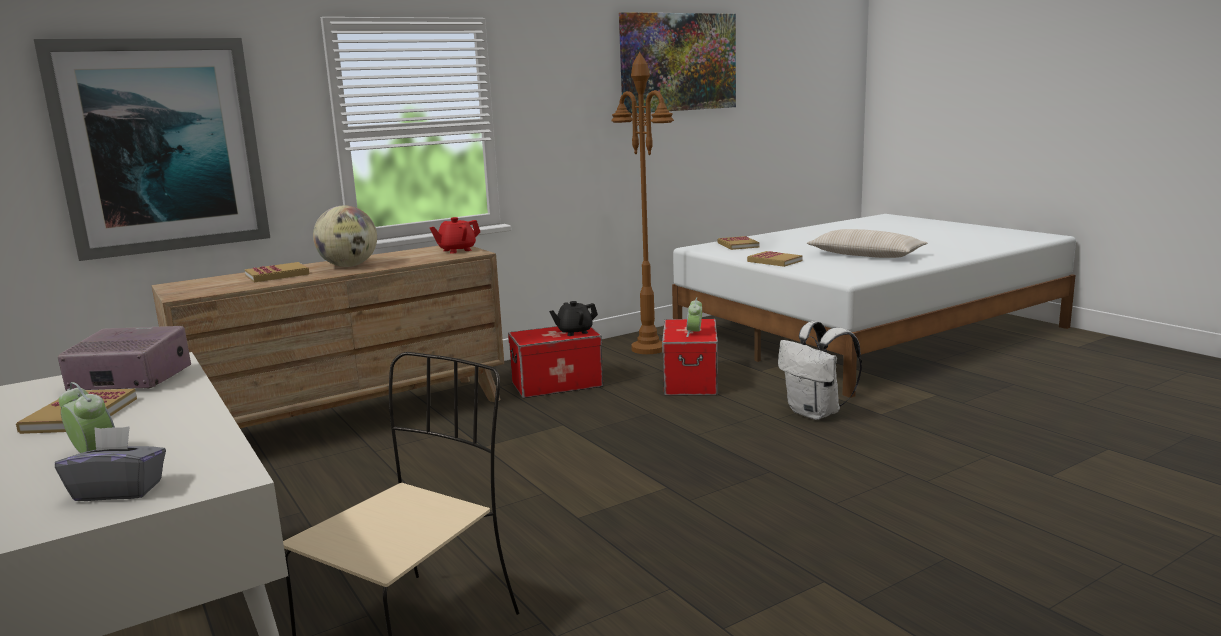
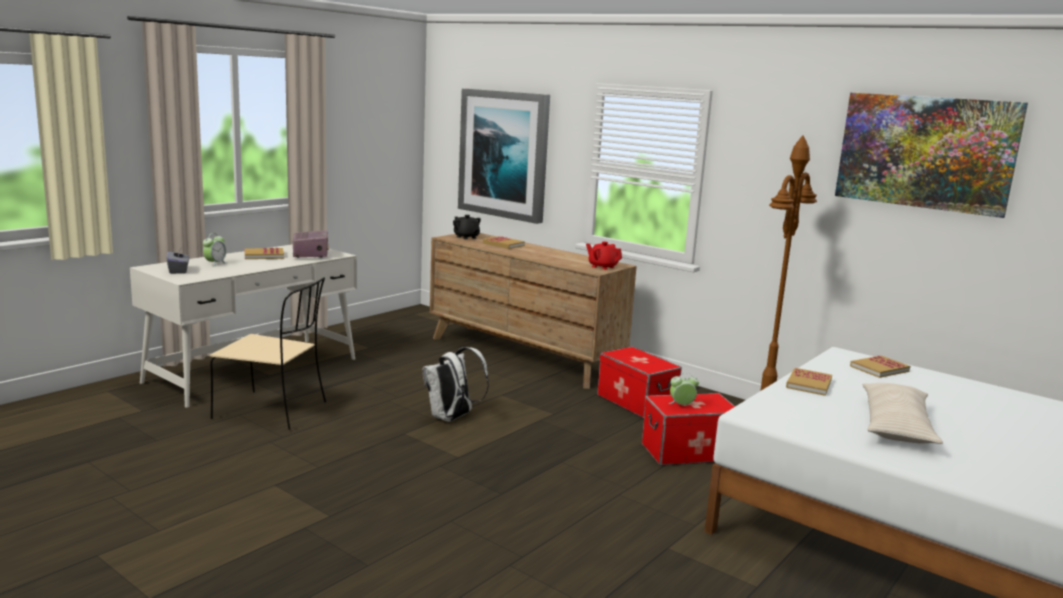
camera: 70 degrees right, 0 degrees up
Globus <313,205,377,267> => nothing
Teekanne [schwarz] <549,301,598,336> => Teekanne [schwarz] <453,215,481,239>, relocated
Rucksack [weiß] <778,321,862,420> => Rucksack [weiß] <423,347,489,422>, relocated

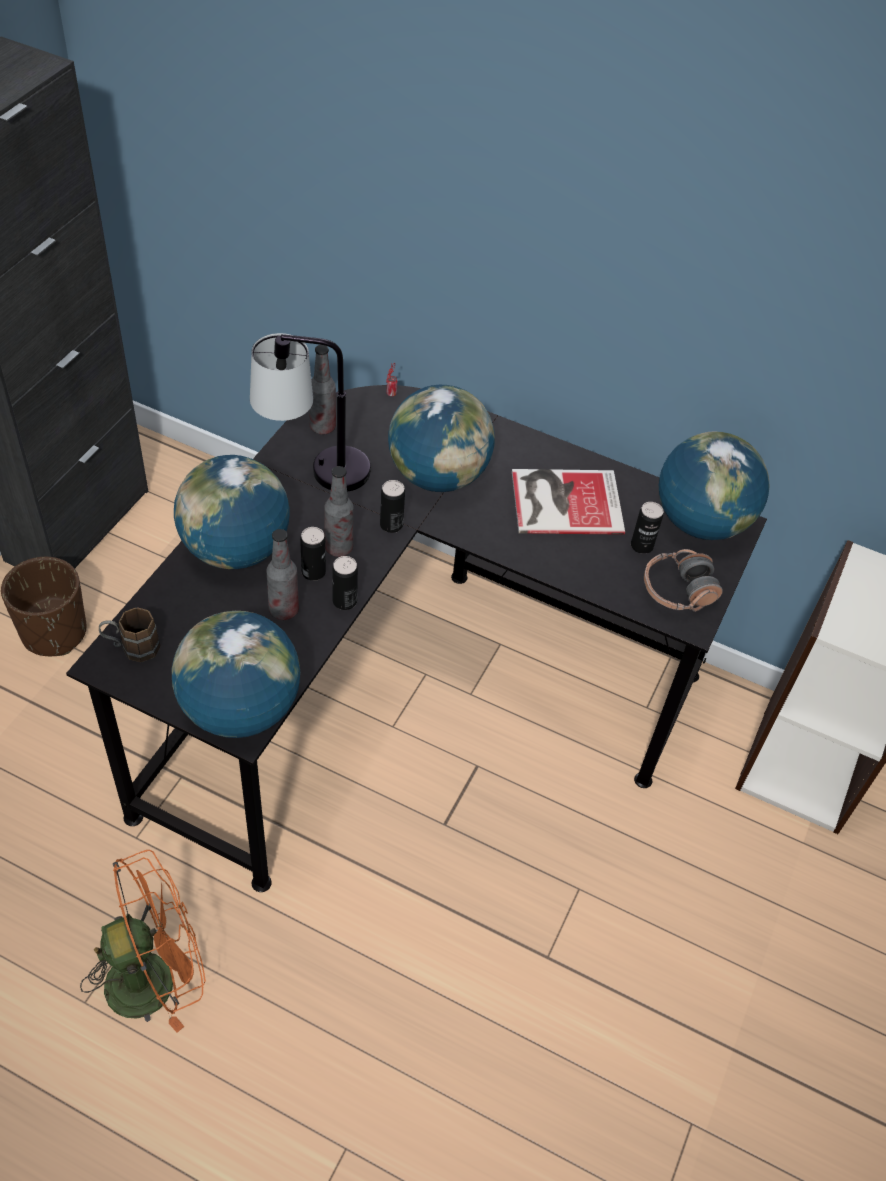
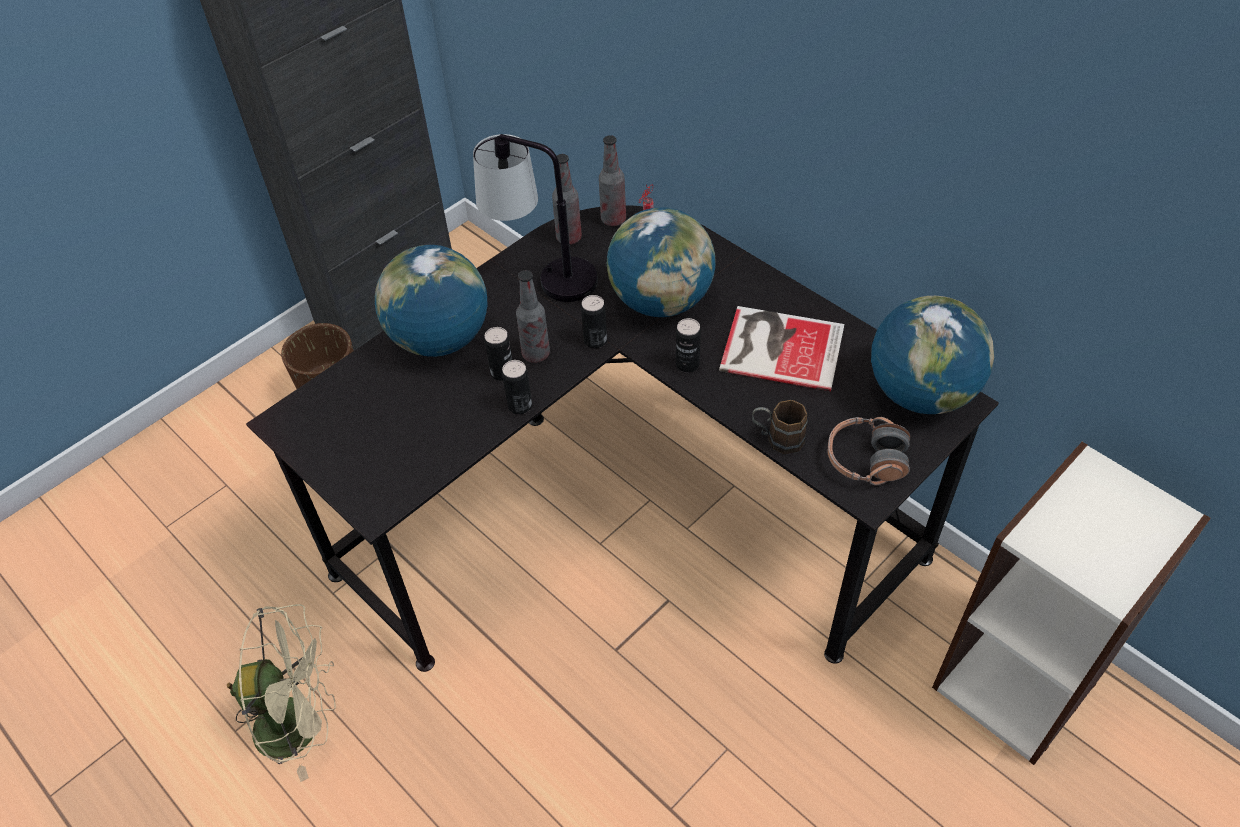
camera: 25 degrees right, 0 degrees up
Ventilator [orange] <80,850,206,1033> => Ventilator [beige] <227,604,336,782>
Henkelbecher [braun] <99,607,160,662> => Henkelbecher [braun] <752,400,808,454>, relocated
Globus <172,611,300,738> => nothing
Flasche <266,529,299,620> => Flasche <599,135,626,226>, relocated
Dose <631,502,663,554> => Dose <676,318,701,373>, relocated

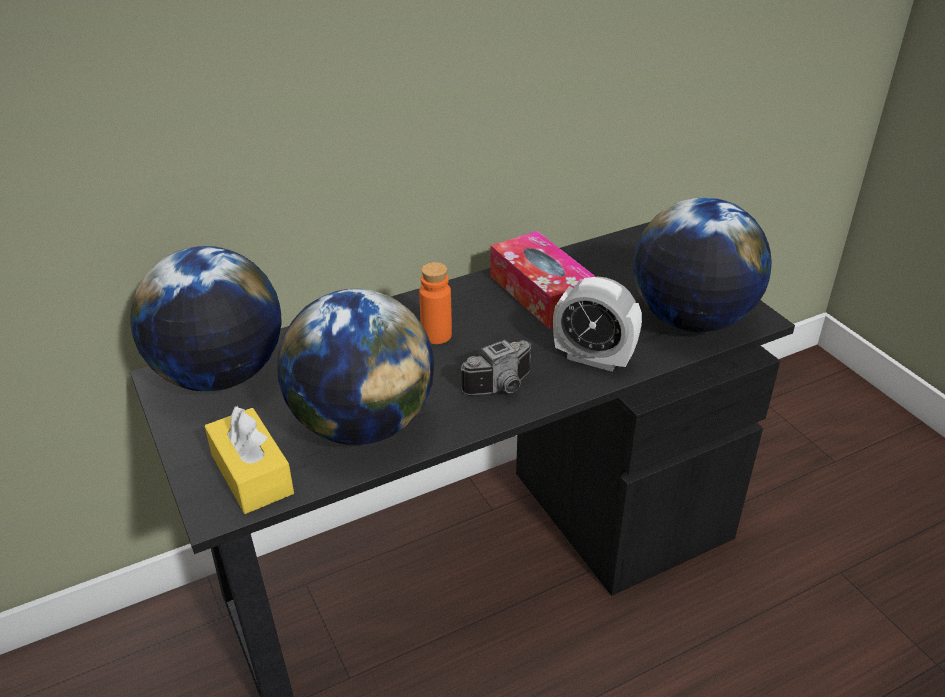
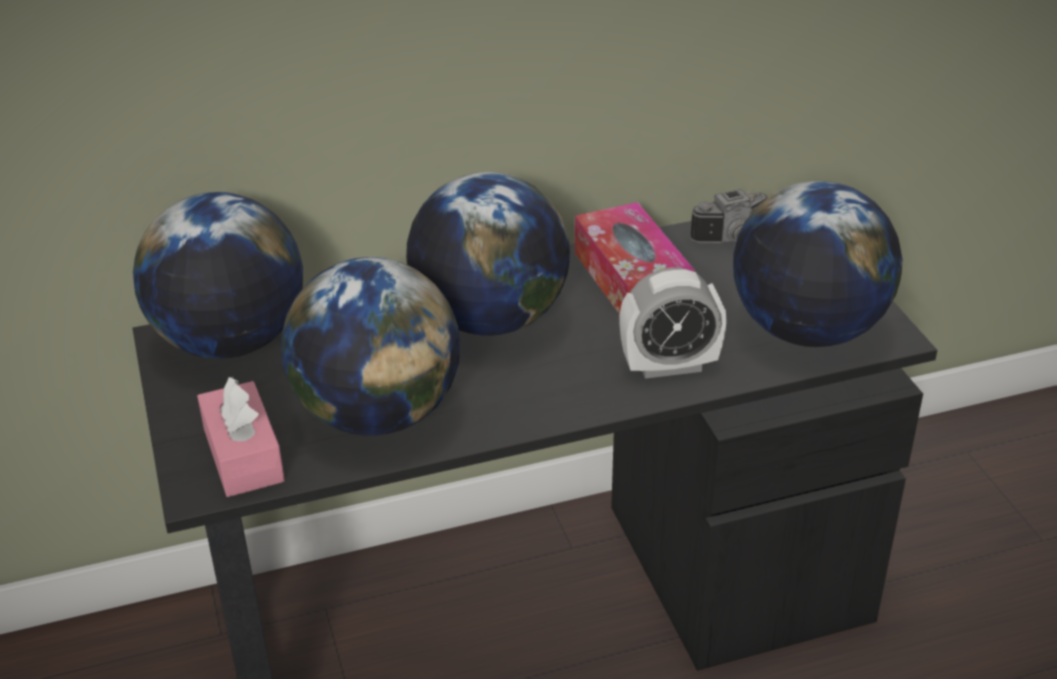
camera: 10 degrees right, 0 degrees up
Taschentuchbox [gelb] <205,406,294,514> => Taschentuchbox [rosa] <197,376,285,497>
Flasche [orange] <419,262,452,344> => Globus <406,172,570,336>
Kamera <461,340,531,395> => Kamera <690,189,768,243>, relocated
Wecker <553,277,642,372> => Wecker <620,268,727,379>, 45 degrees counterclockwise

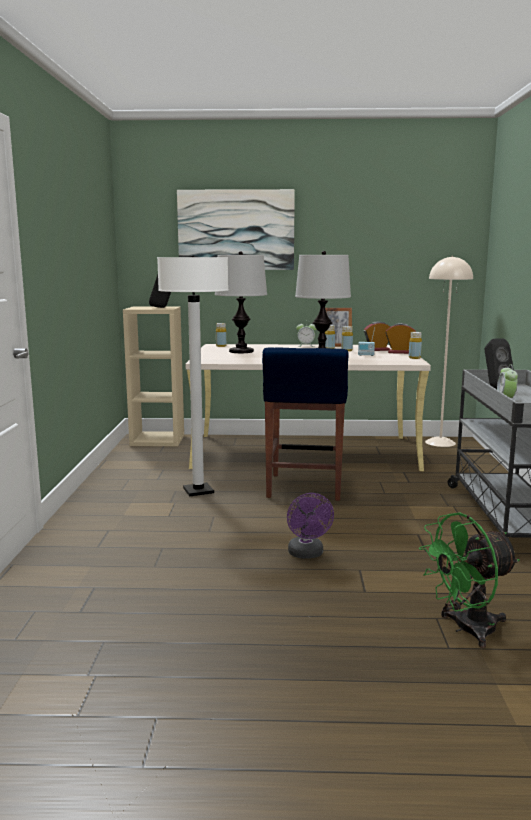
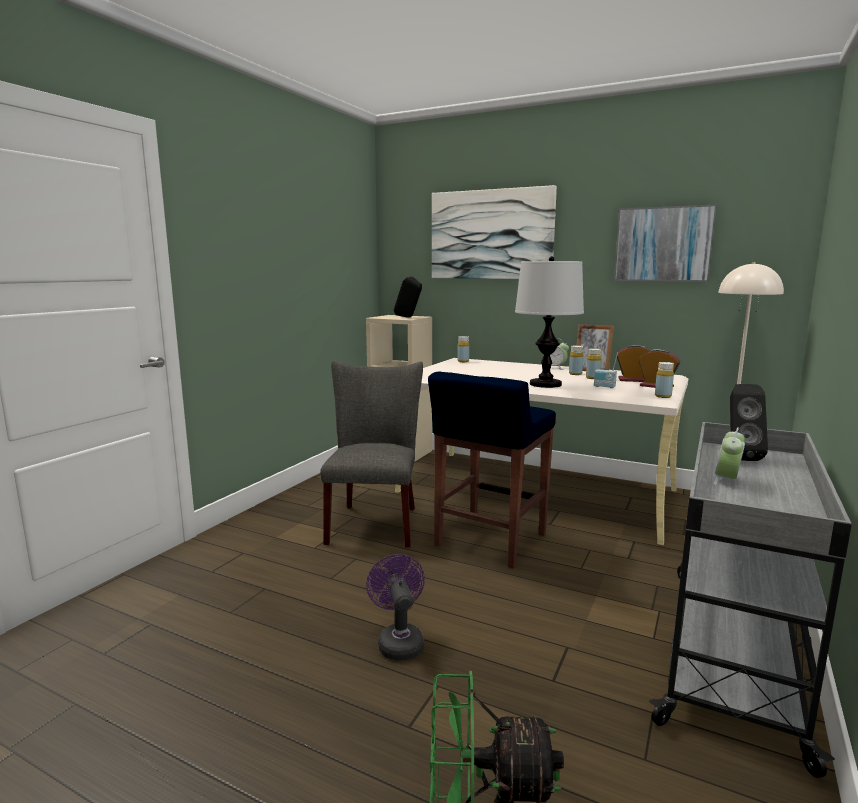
camera: 25 degrees right, 0 degrees up
Stehlampe [weiß] <157,256,229,496> => Stuhl [grau] <320,360,423,548>
Tischlampe <215,251,267,353> => nothing
Ventilator [lila] <287,493,334,559> => Ventilator [lila] <366,554,425,661>, 150 degrees clockwise
nothing => Bild <614,204,717,282>

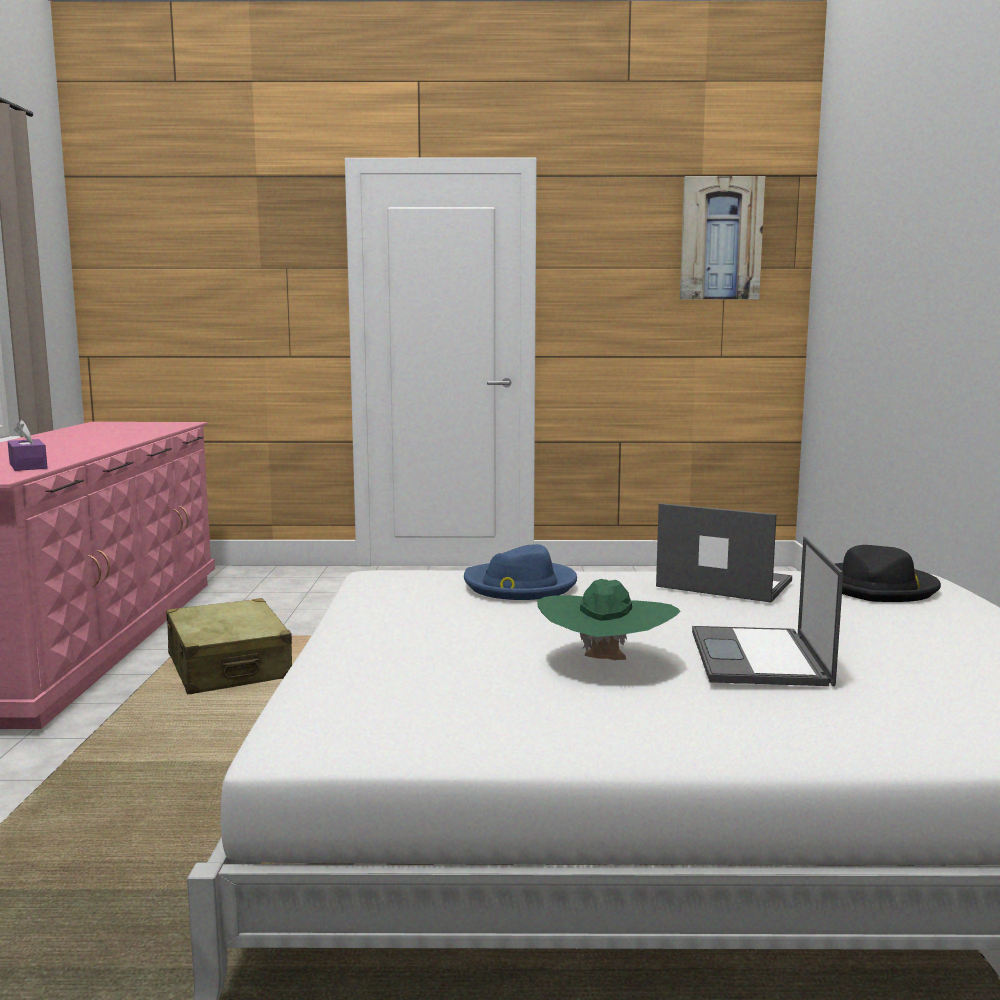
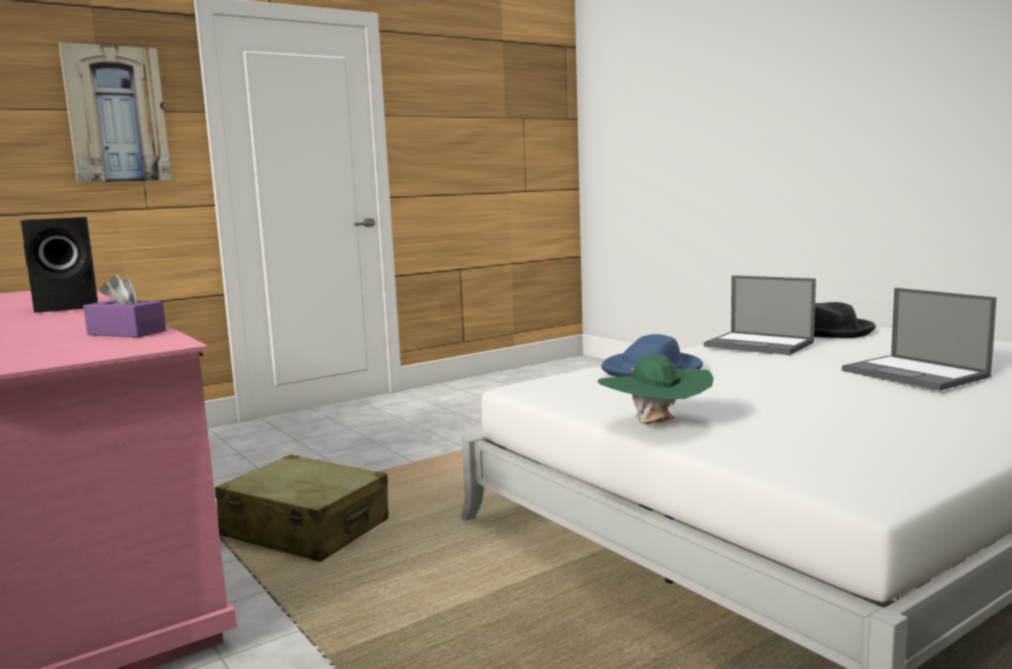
camera: 35 degrees left, 0 degrees up
Hut [grün] <537,579,681,660> => Hut [grün] <598,355,714,424>, relocated
Laptop <656,503,792,603> => Laptop <704,275,816,355>, 135 degrees counterclockwise
Bild <680,176,765,299> => Bild <59,43,172,183>, relocated
nothing => Lautsprecher [schwarz] <21,217,98,313>

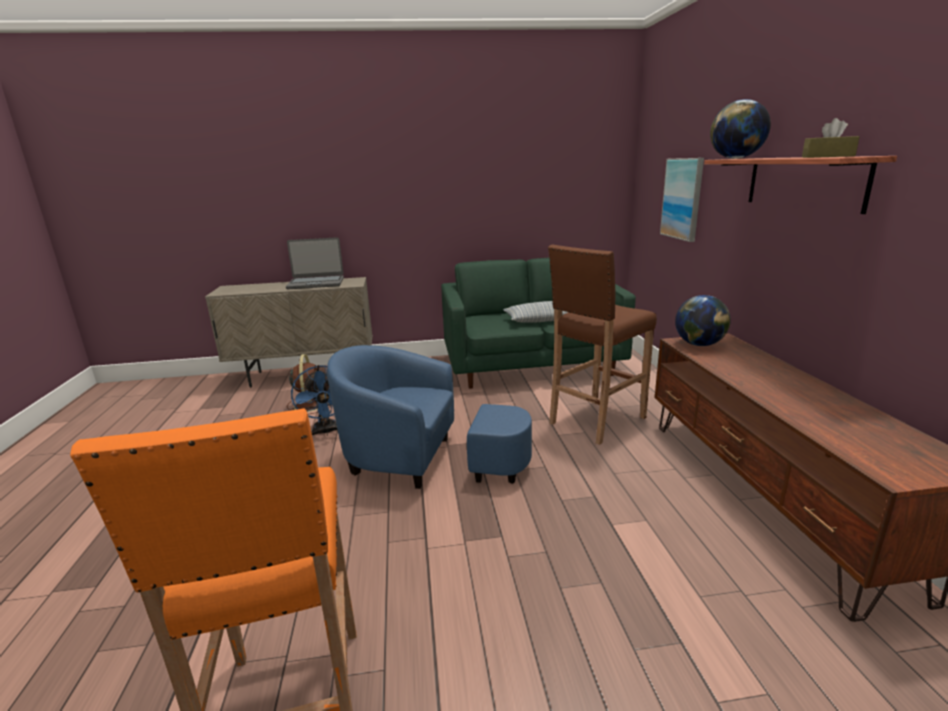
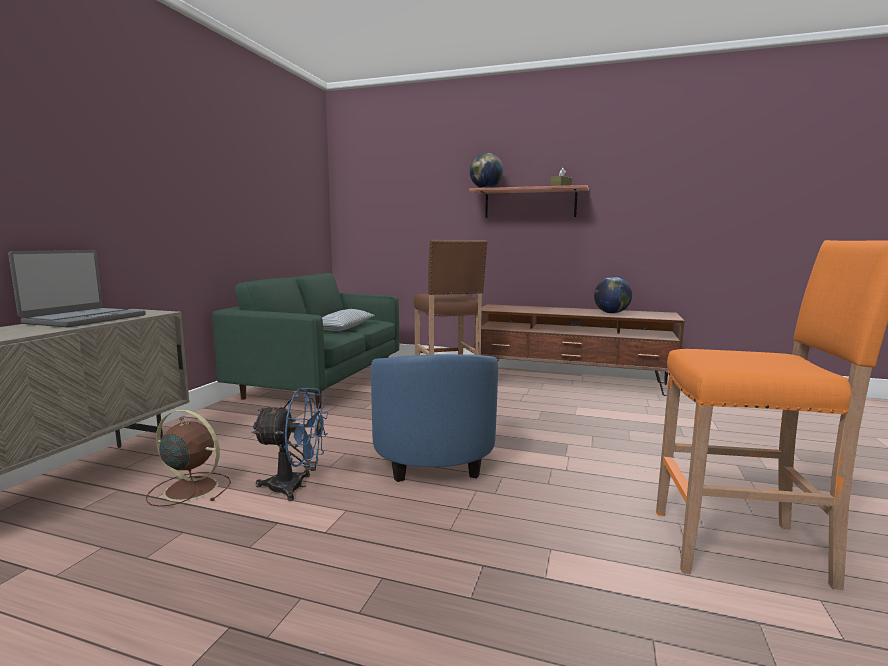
camera: 65 degrees left, 10 degrees down
Sessel [blau] <327,345,532,489> => Sessel [blau] <371,354,498,482>, 45 degrees counterclockwise
Bild <660,158,704,242> => nothing
Globus <675,295,731,346> => Globus <594,277,632,314>, relocated

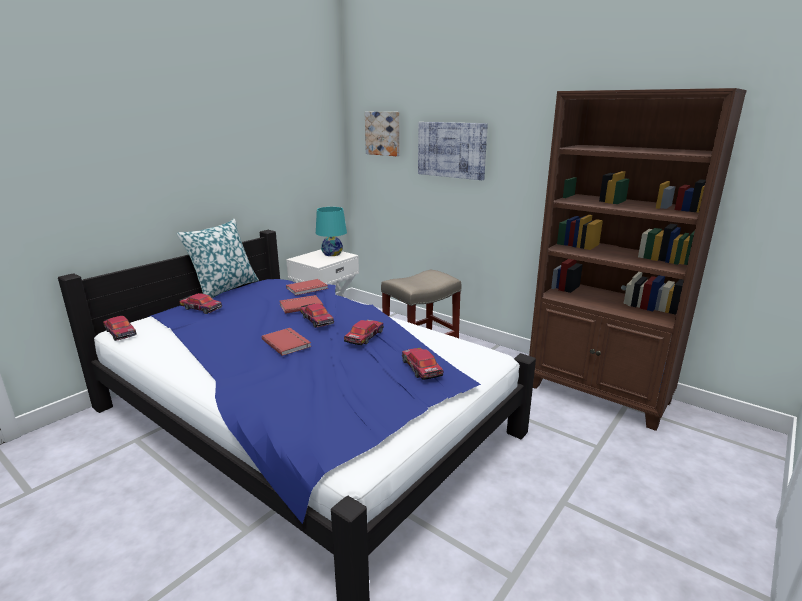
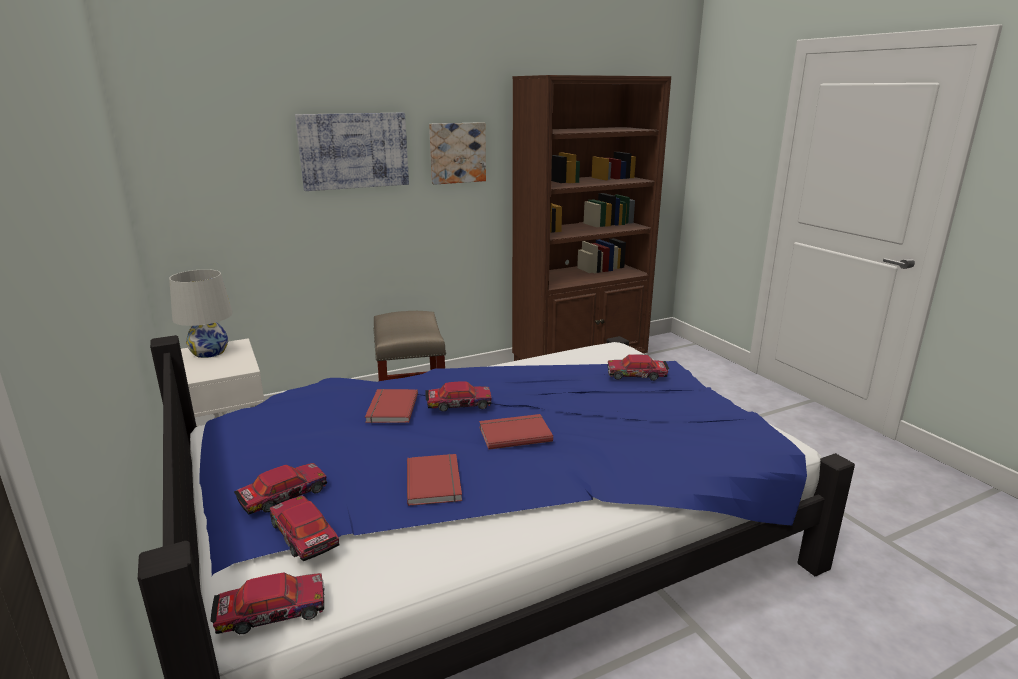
camera: 65 degrees left, 0 degrees up
Kissen <177,219,259,298> => nothing
Buch [rot] <286,279,328,295> => Buch [rot] <407,454,462,506>, relocated
Tischlampe [türkis] <316,207,347,256> => Tischlampe [weiß] <169,269,233,358>
Spielzeugauto <344,320,384,345> => Spielzeugauto <270,495,340,561>, relocated
Bild <365,112,399,156> => Bild <429,122,486,185>, relocated

